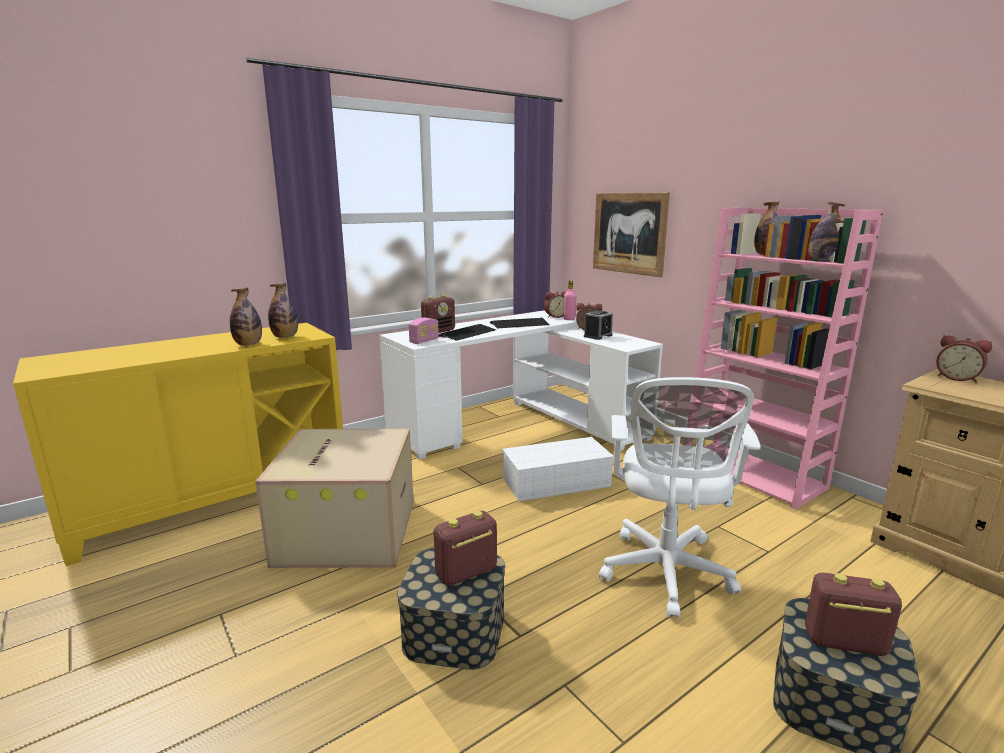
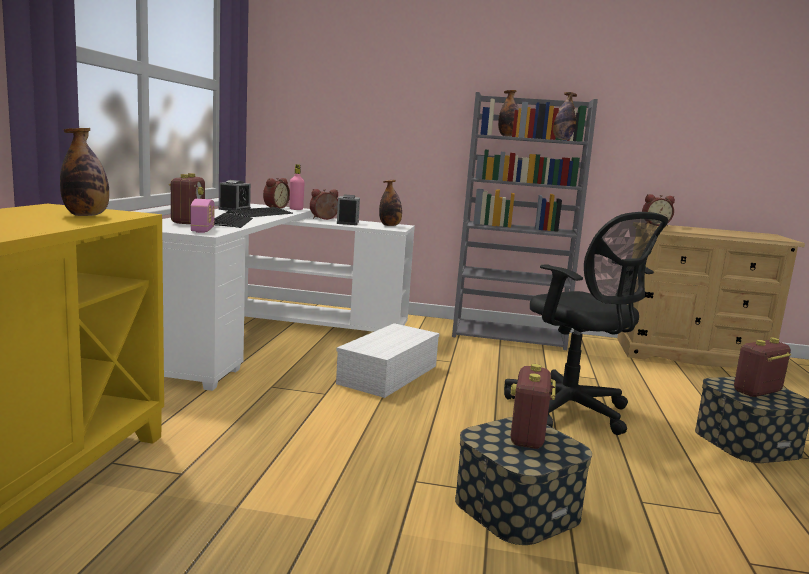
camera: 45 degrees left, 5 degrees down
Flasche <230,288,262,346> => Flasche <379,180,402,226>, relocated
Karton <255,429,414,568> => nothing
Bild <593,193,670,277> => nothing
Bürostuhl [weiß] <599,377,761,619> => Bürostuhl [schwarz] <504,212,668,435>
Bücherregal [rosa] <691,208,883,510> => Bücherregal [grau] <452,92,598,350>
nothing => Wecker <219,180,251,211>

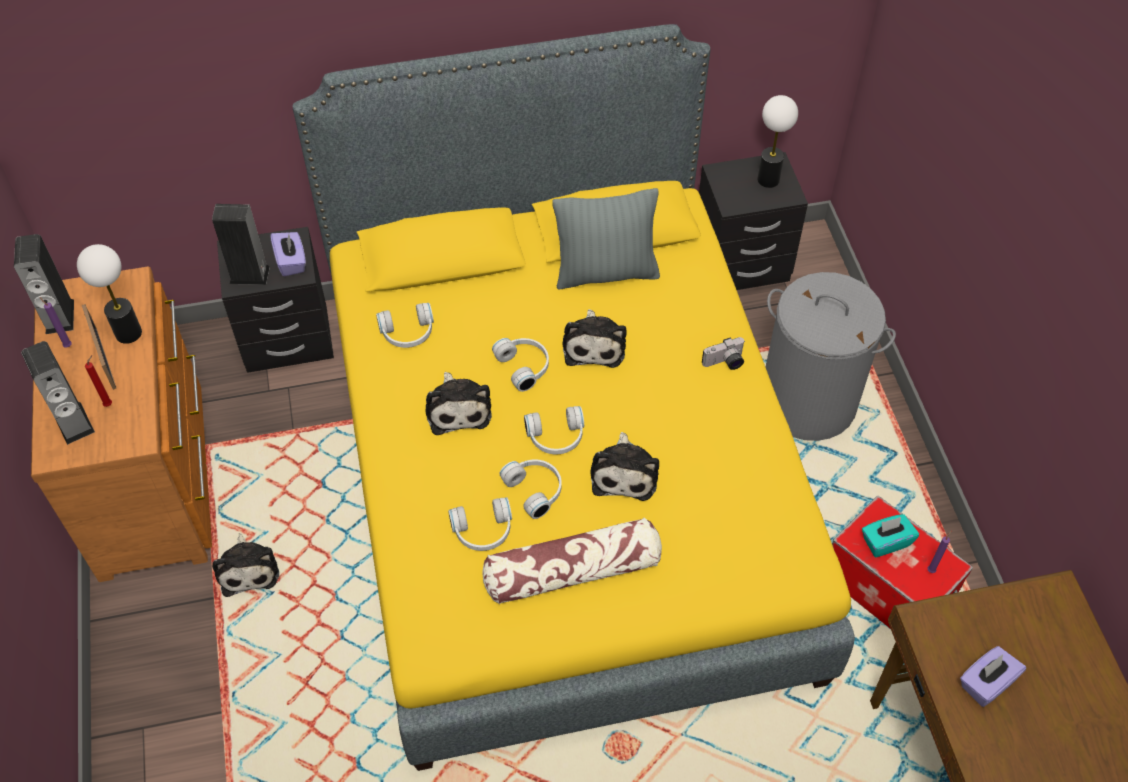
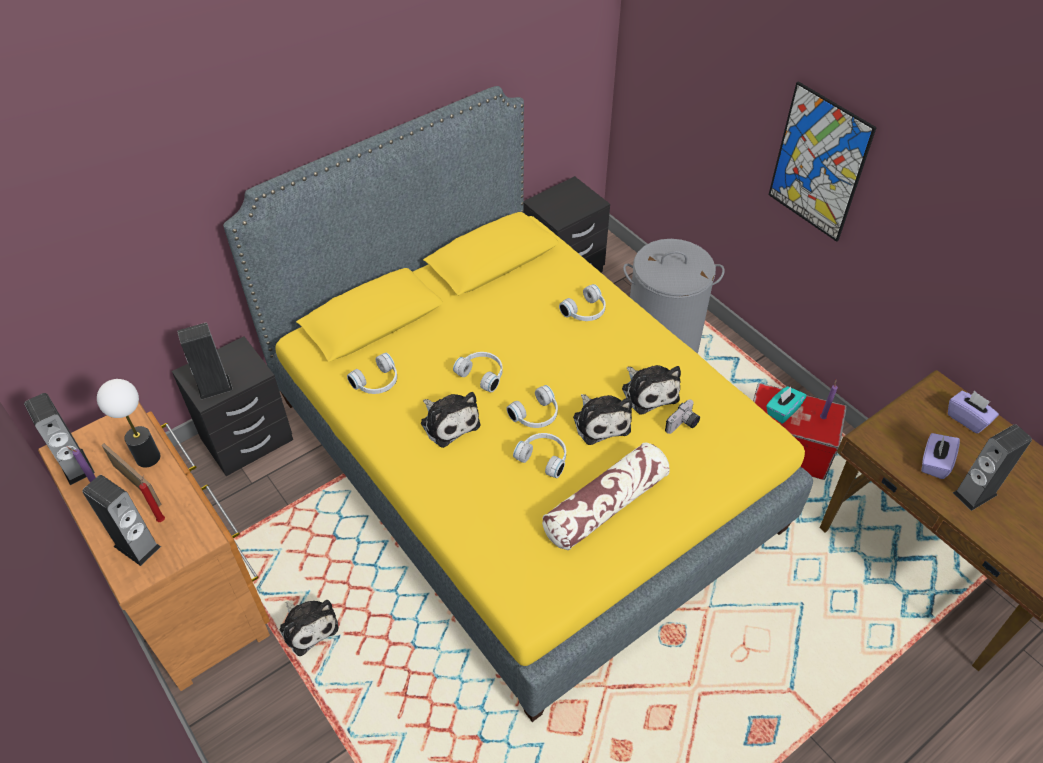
camera: 25 degrees left, 5 degrees down
Taschentuchbox [lila] <271,232,306,277> => Taschentuchbox [lila] <948,391,999,434>, relocated
Kopfhörer [weiß] <448,497,512,551> => Kopfhörer [weiß] <559,284,606,321>, relocated
Kissen [grau] <552,188,660,290> => nothing
Plüschtier <562,309,627,368> => Plüschtier <622,365,681,415>, relocated
Kamera <702,337,744,370> => Kamera <665,399,700,434>, relocated
Tischlampe <757,95,798,188> => nothing
nothing => Bild <768,81,877,242>
nothing => Lautsprecher <953,424,1032,511>

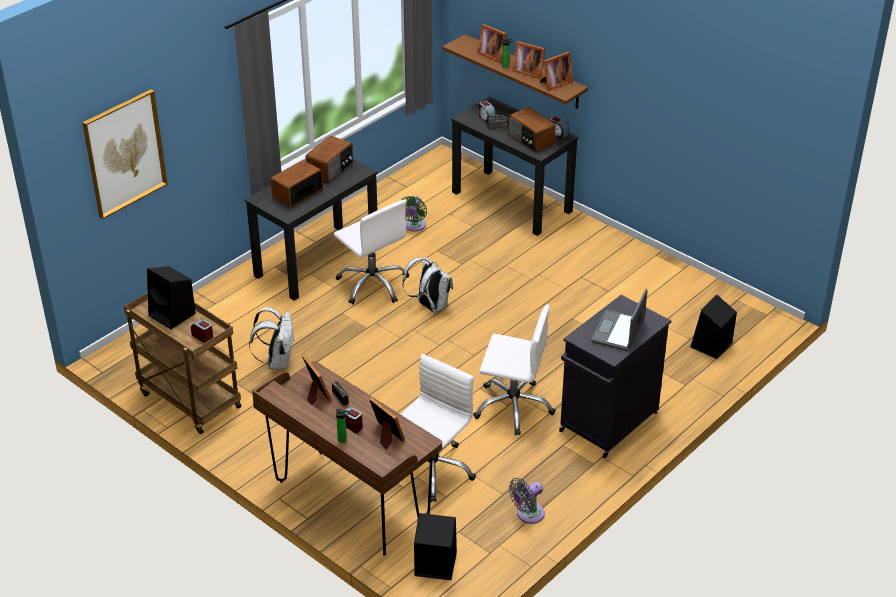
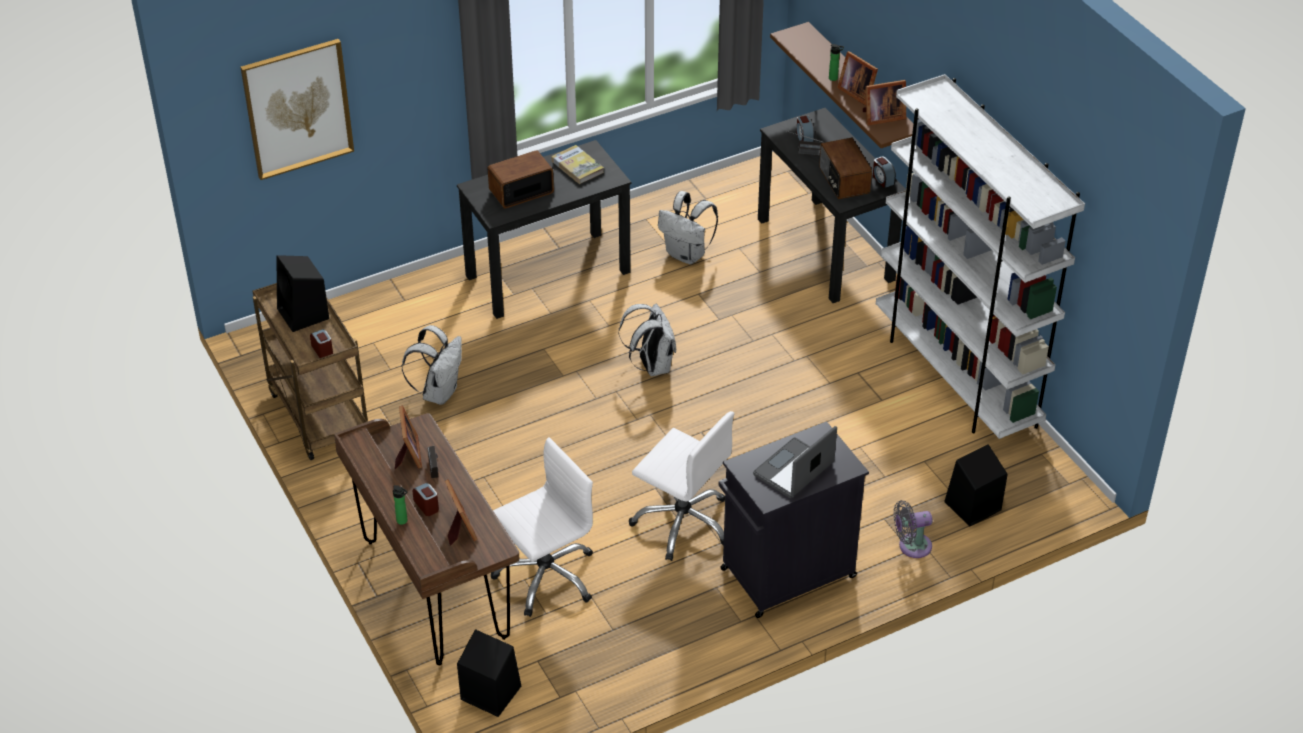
camera: 20 degrees right, 5 degrees up
Radio <306,136,353,183> => Buch <552,145,604,184>
Bürostuhl [weiß] <334,200,409,304> => nothing
Ventilator [grün] <401,196,427,231> => Rucksack [weiß] <658,191,718,264>
Bilderrahmen <477,24,507,63> => nothing
Ventilator [grau] <509,478,545,524> => Ventilator [grau] <893,500,933,558>, relocated
nothing => Bücherregal [weiß] <876,74,1085,439>

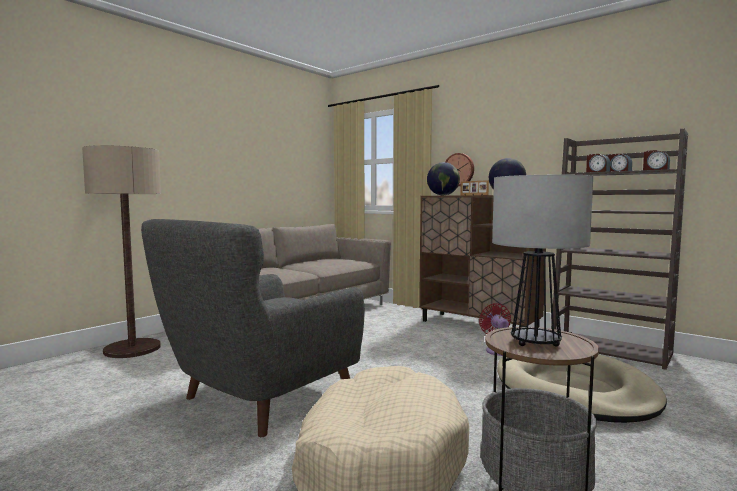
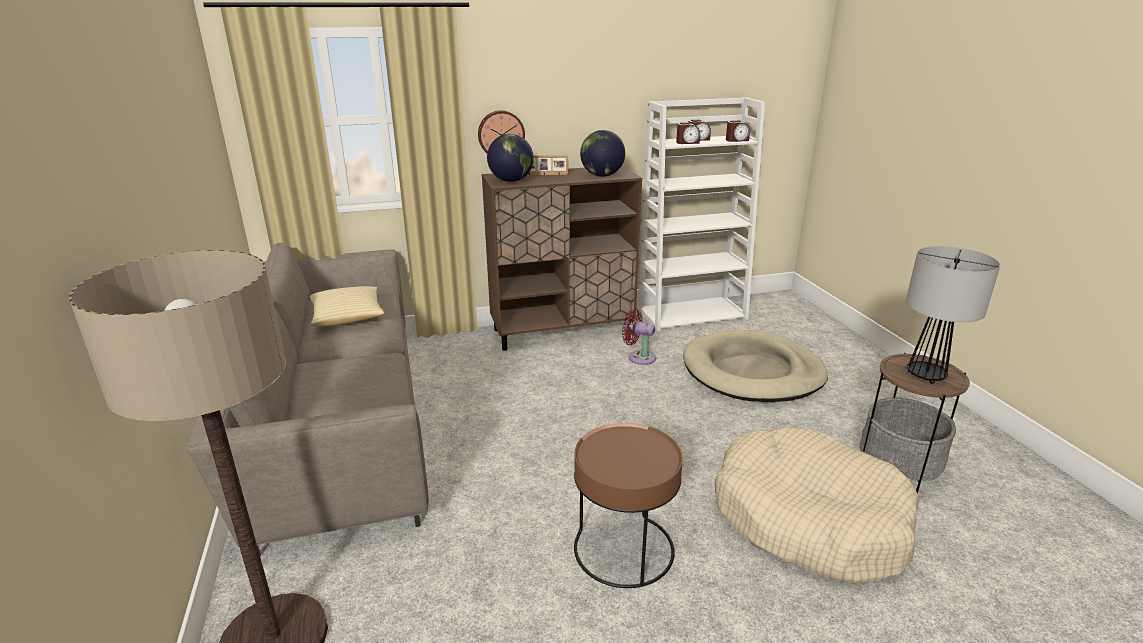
camera: 55 degrees left, 20 degrees up
Sessel [grau] <141,219,365,437> => Beistelltisch [braun] <574,423,683,588>
Bücherregal [braun] <551,128,688,370> => Bücherregal [weiß] <638,97,765,331>
nothing => Kissen <310,286,385,326>

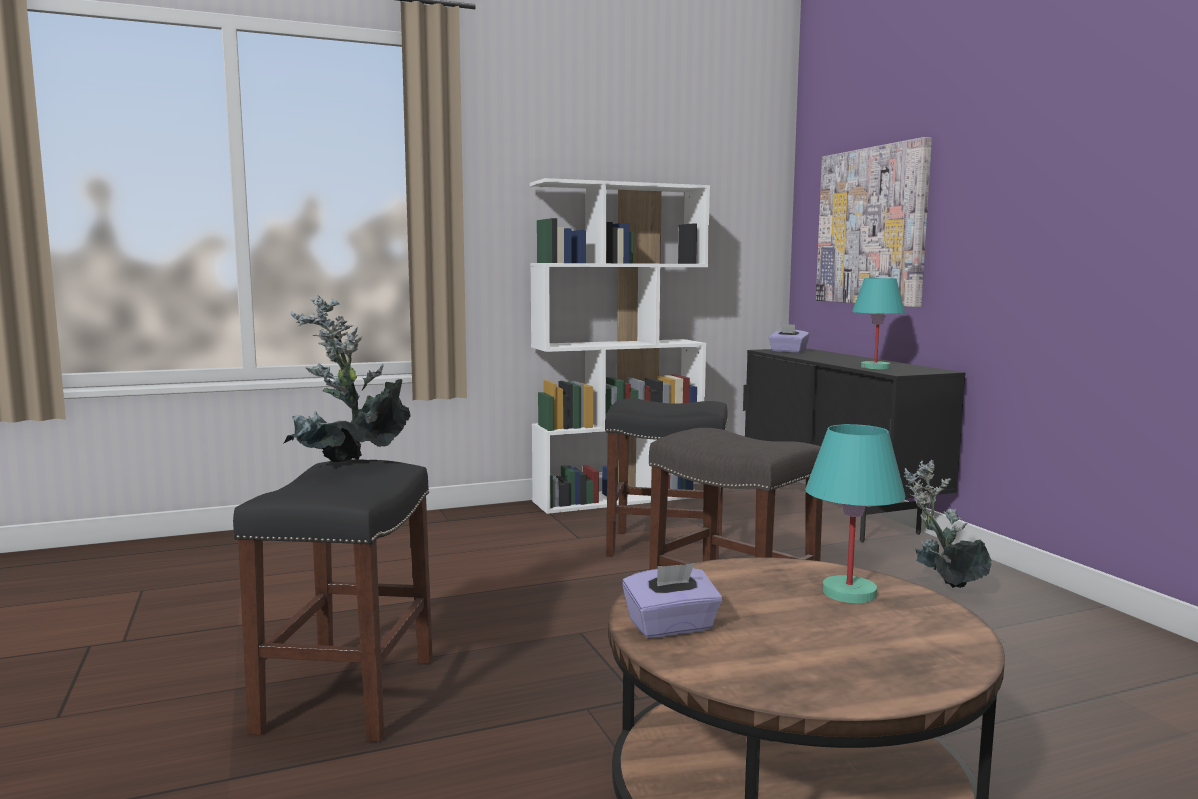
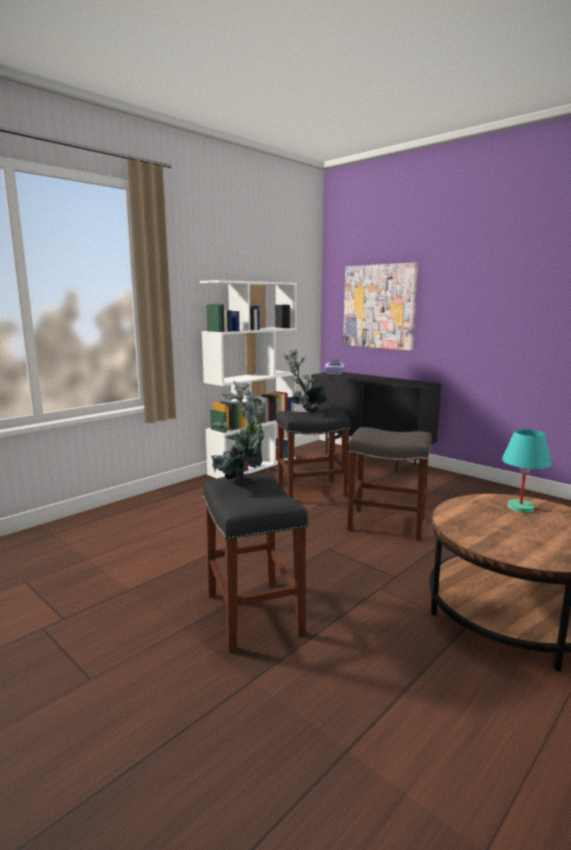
camera: 25 degrees left, 5 degrees up
Taschentuchbox [lila] <622,563,722,638> => nothing
Tischlampe [türkis] <852,278,905,369> => nothing
Topfpflanze <904,460,992,588> => Topfpflanze <284,348,327,412>, relocated

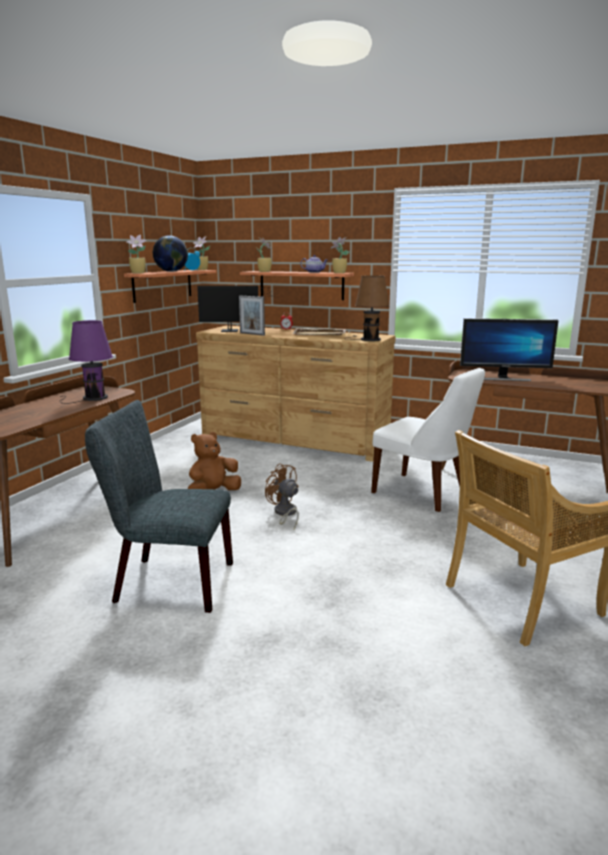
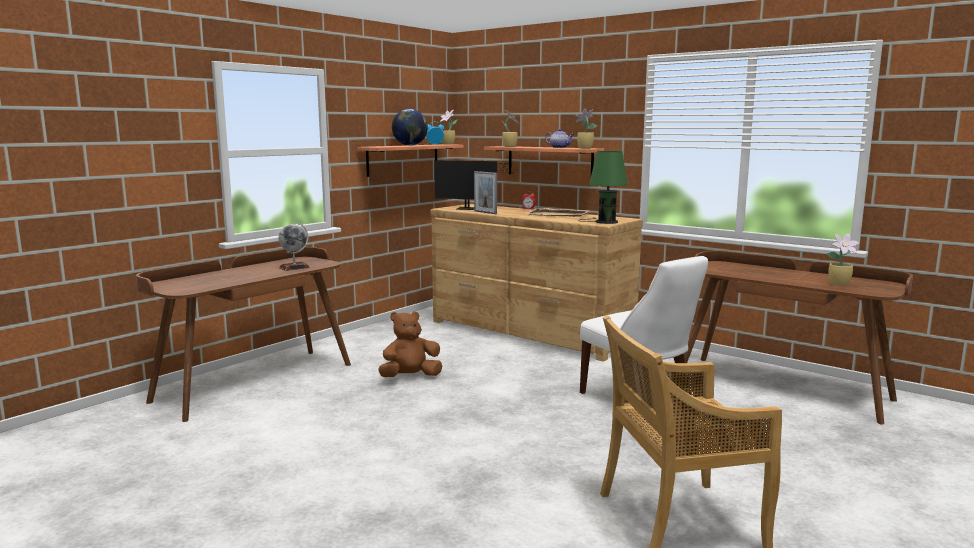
camera: 15 degrees right, 5 degrees down
Tischlampe [lila] <59,320,113,404> => Globus <278,222,310,271>
Stuhl [grau] <85,400,233,613> => nothing
Topfpflanze <126,235,146,274> => Topfpflanze <826,234,859,286>, relocated
Ventilator [braun] <265,463,299,529> => nothing
Tischlampe [braun] <344,275,389,341> => Tischlampe [grün] <578,151,628,224>
Monitor <460,318,558,381> => nothing

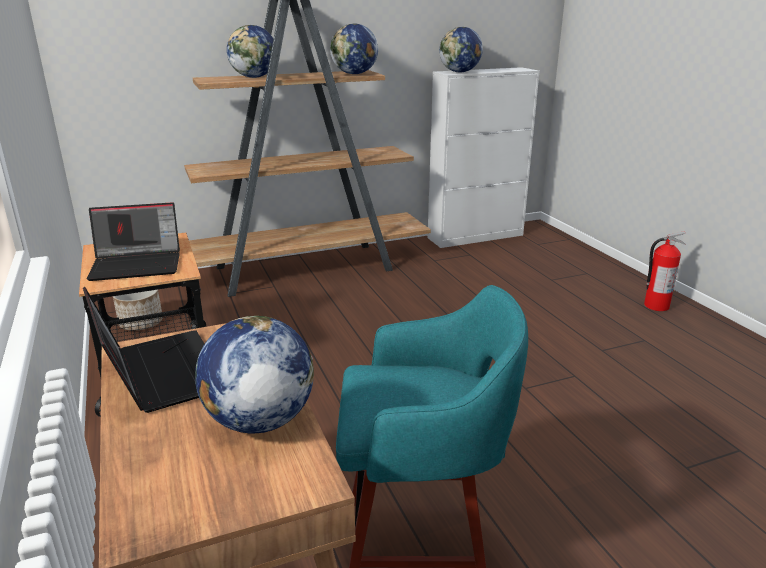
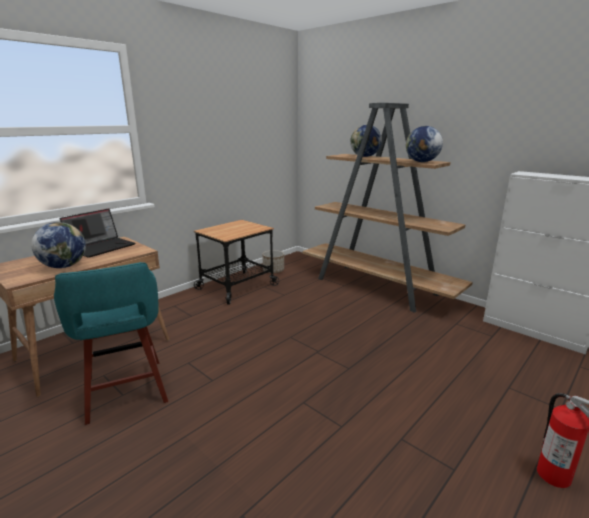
camera: 65 degrees right, 5 degrees down
Laptop <87,202,180,281> => nothing
Globus <439,27,483,72> => nothing

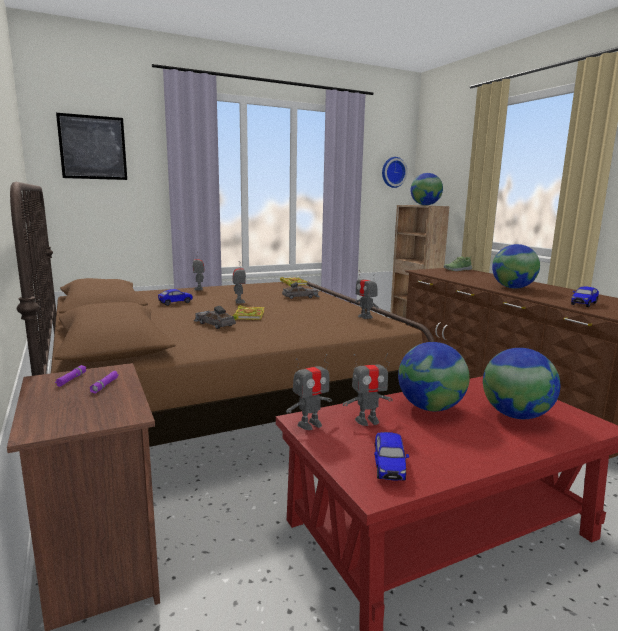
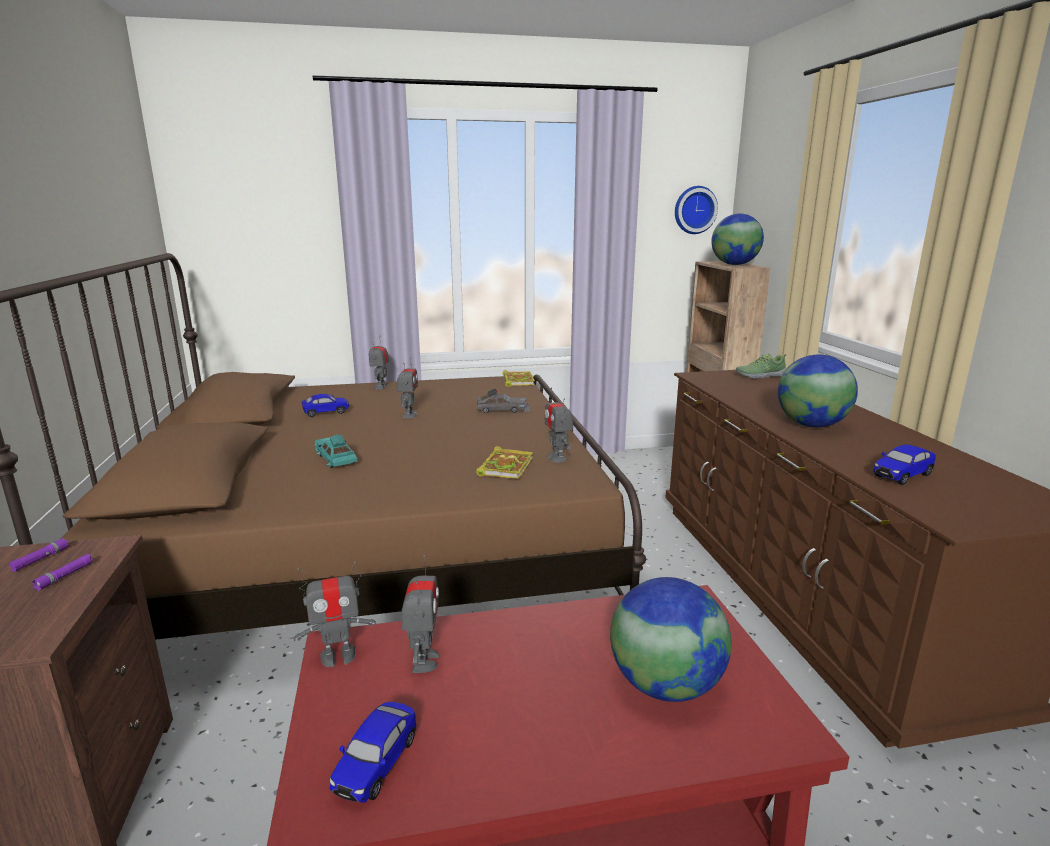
camera: 15 degrees right, 5 degrees up
Bild <56,113,127,180> => nothing
Spielzeugauto [grau] <194,306,236,329> => Spielzeugauto [türkis] <315,435,358,468>
Buch <233,305,264,320> => Buch <476,446,533,479>, relocated
Spielzeugroboter <343,353,393,426> => Spielzeugroboter <401,555,440,673>, 90 degrees counterclockwise
Globus <398,342,470,411> => nothing

